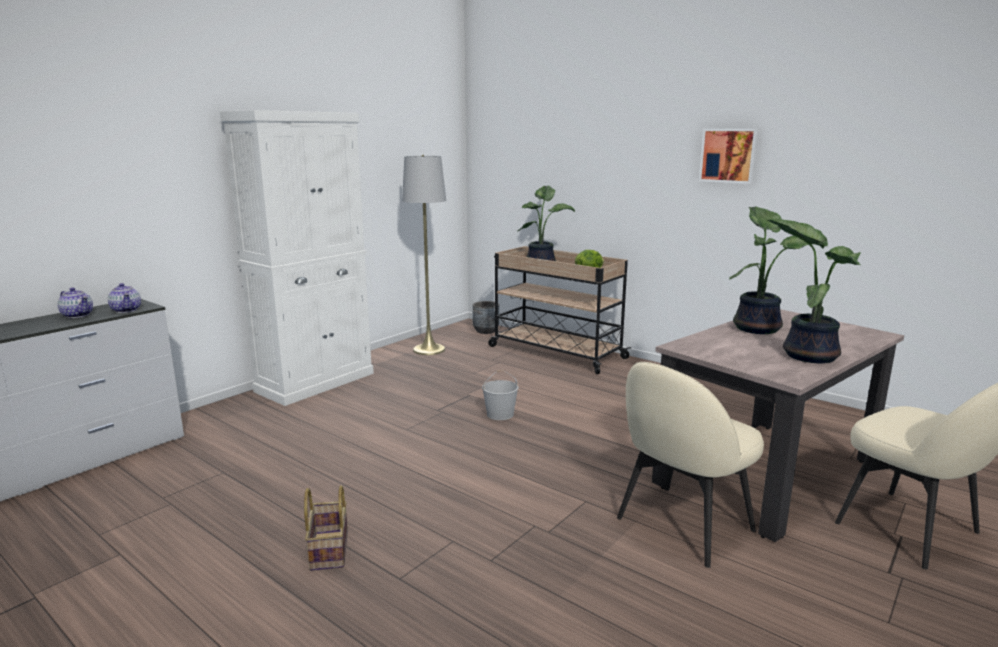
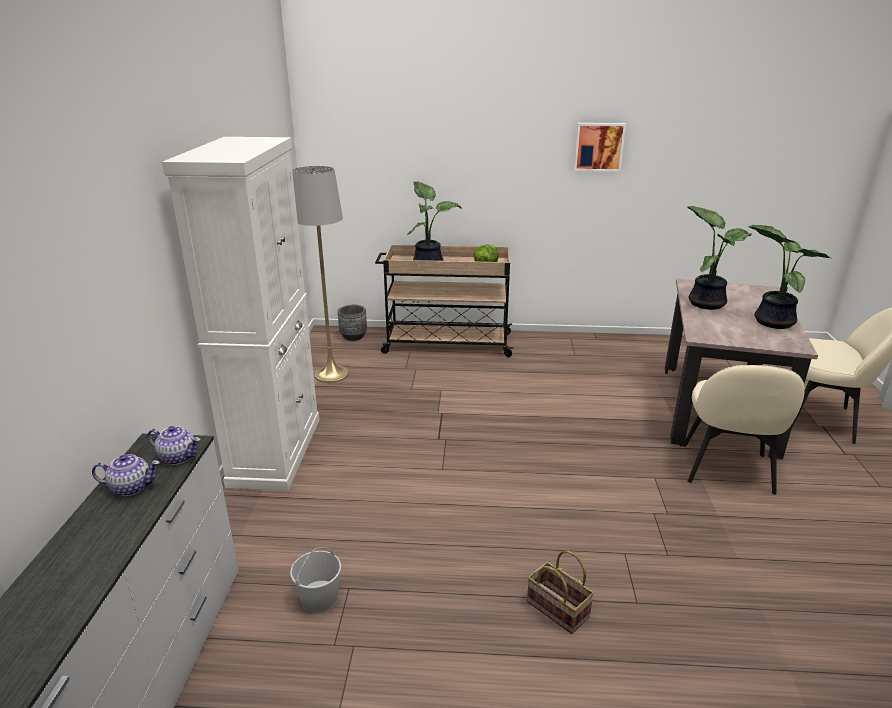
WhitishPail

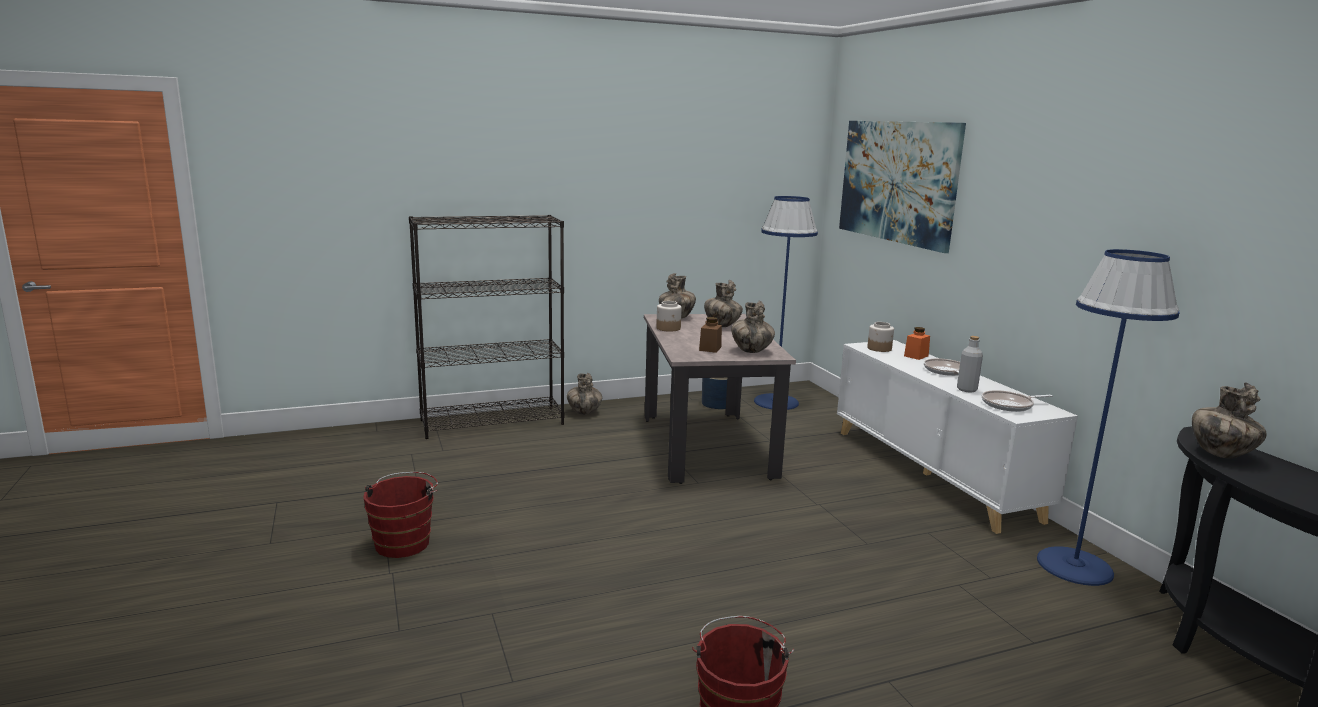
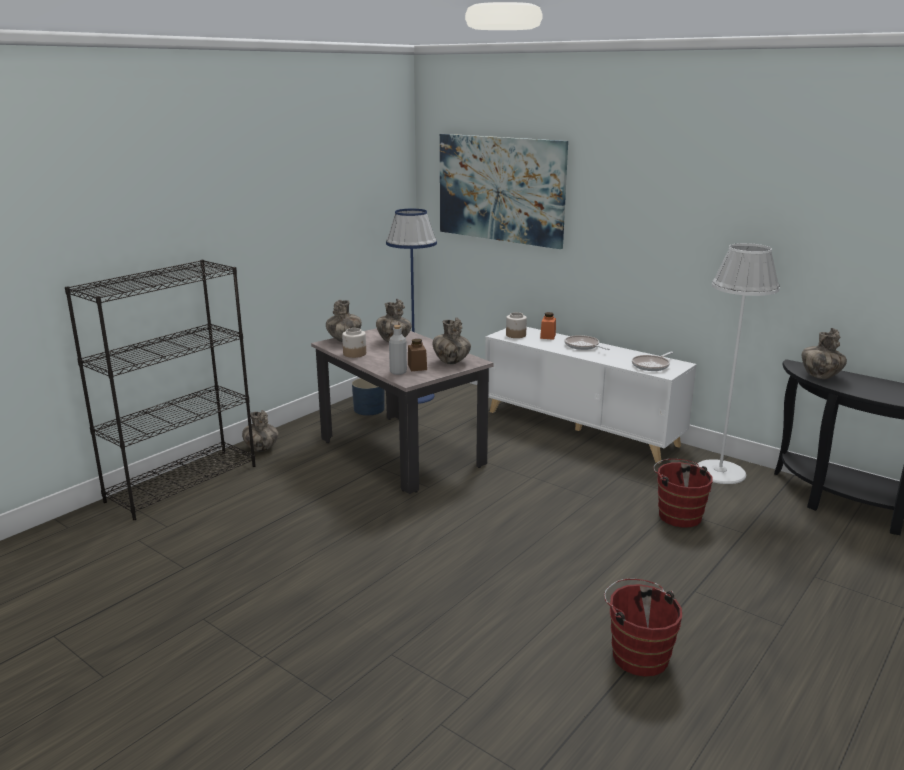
WhitishStandingLamp; GrayDrinkBottle; RedPail (2nd from left)

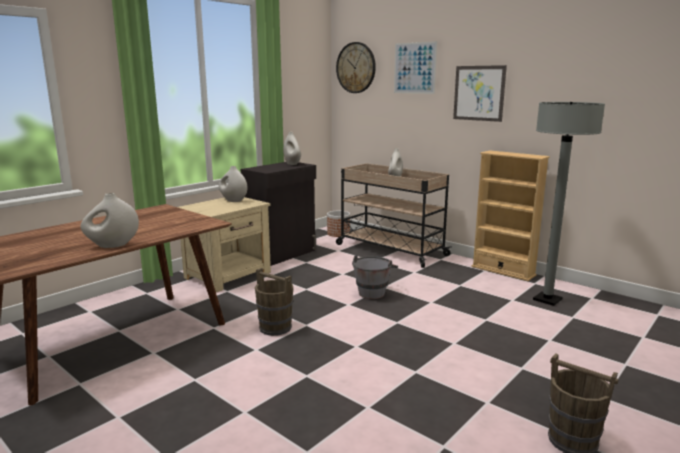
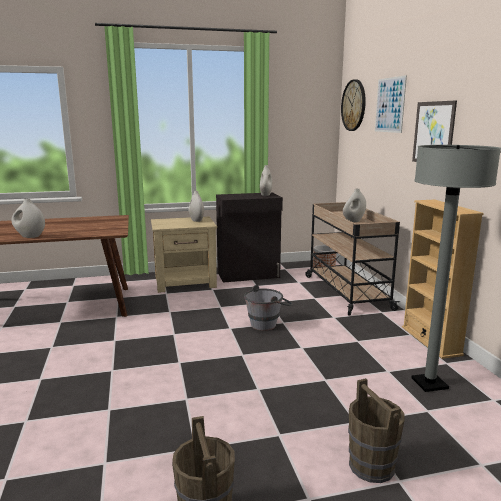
BrownishPail (2nd from left)

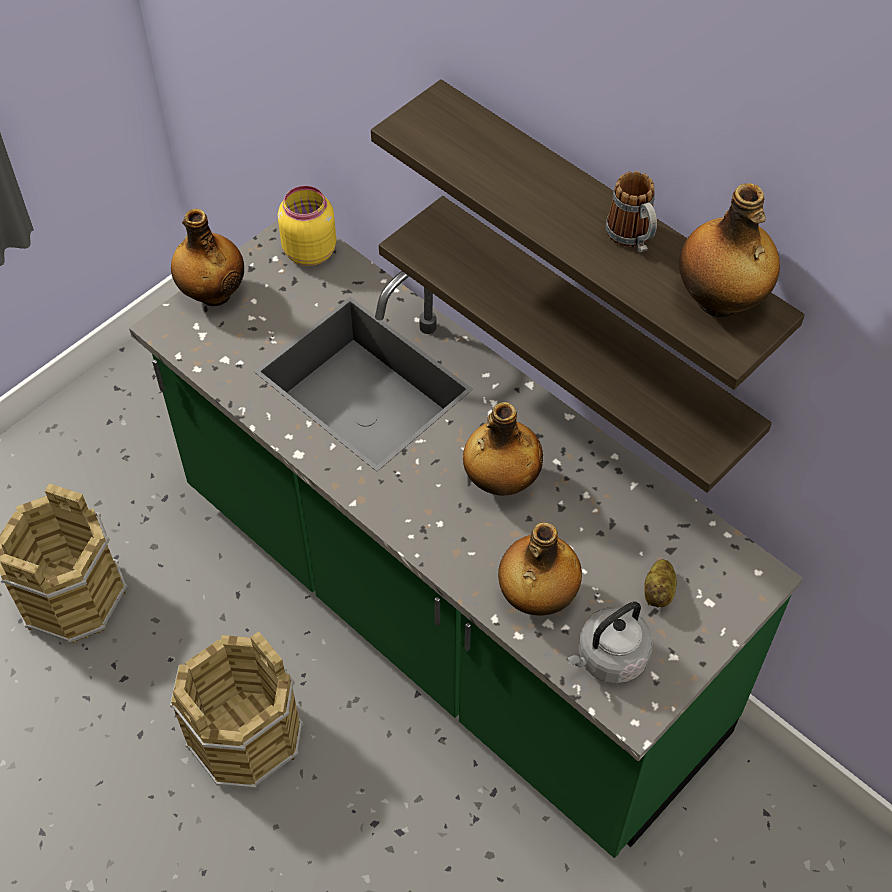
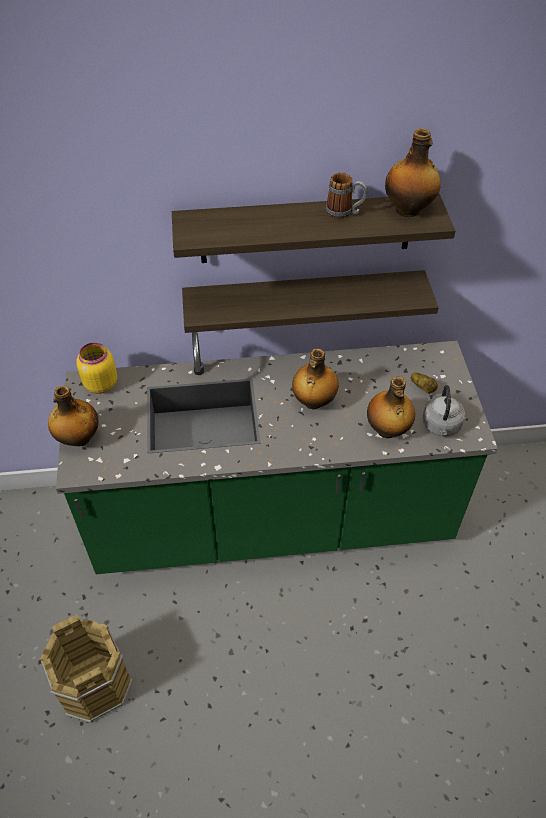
BrownishPail (2nd from left in the first image)

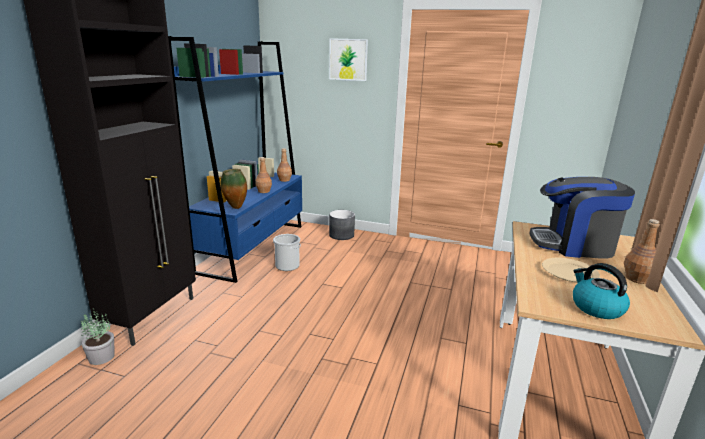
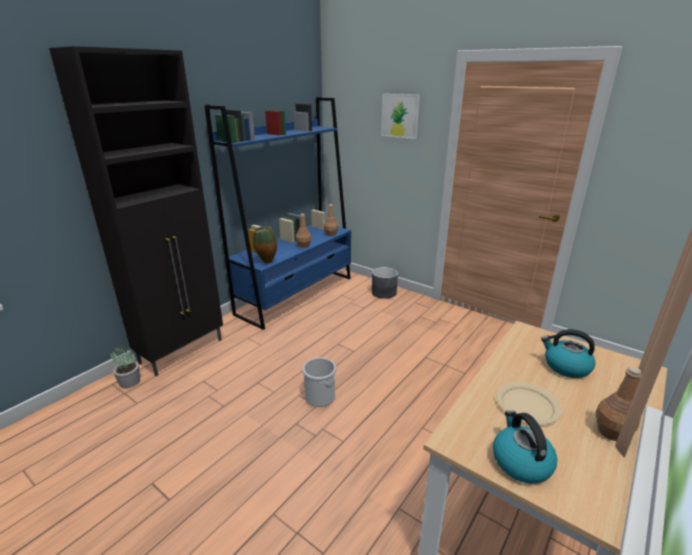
Kettle (2nd from left); Pail

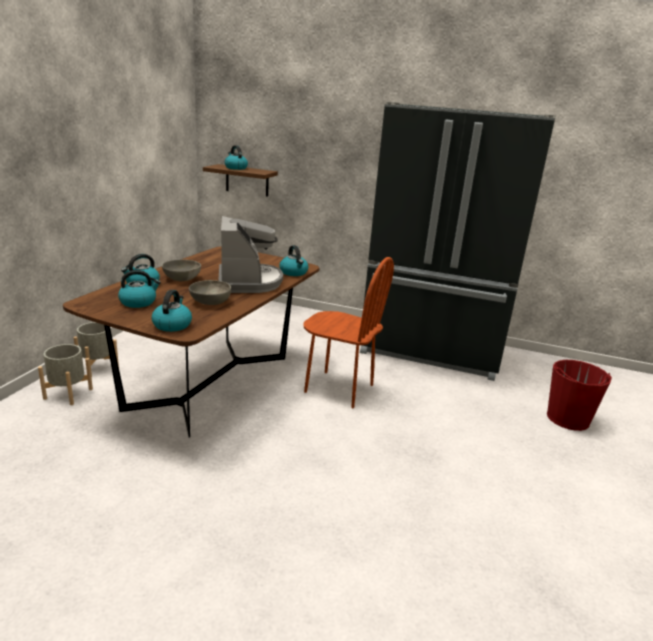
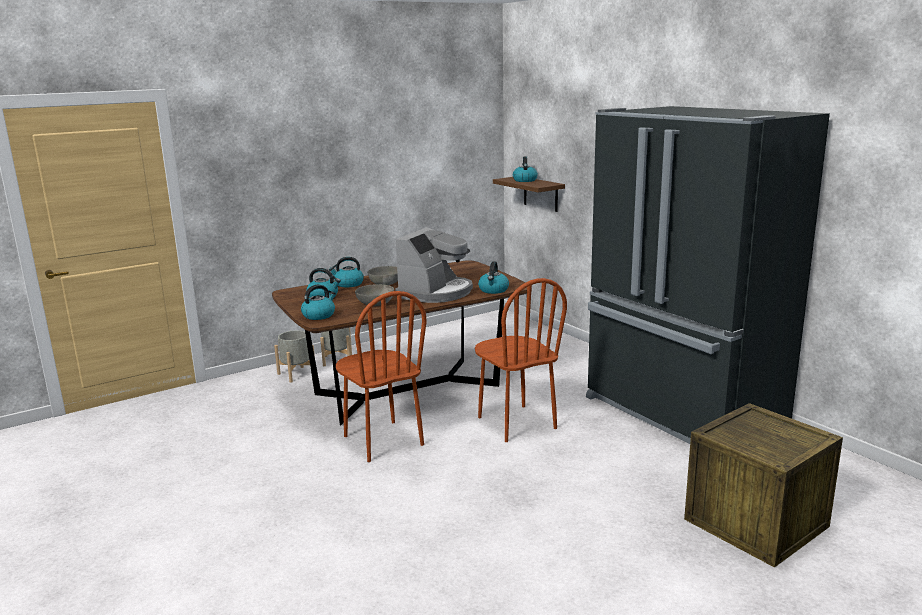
PackingCrate; BrownishPlainChair (1st from left)

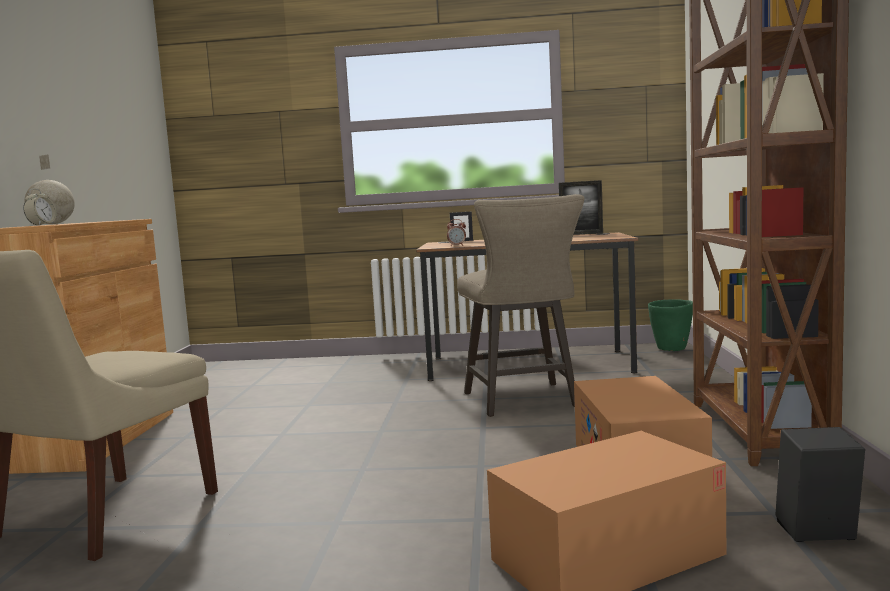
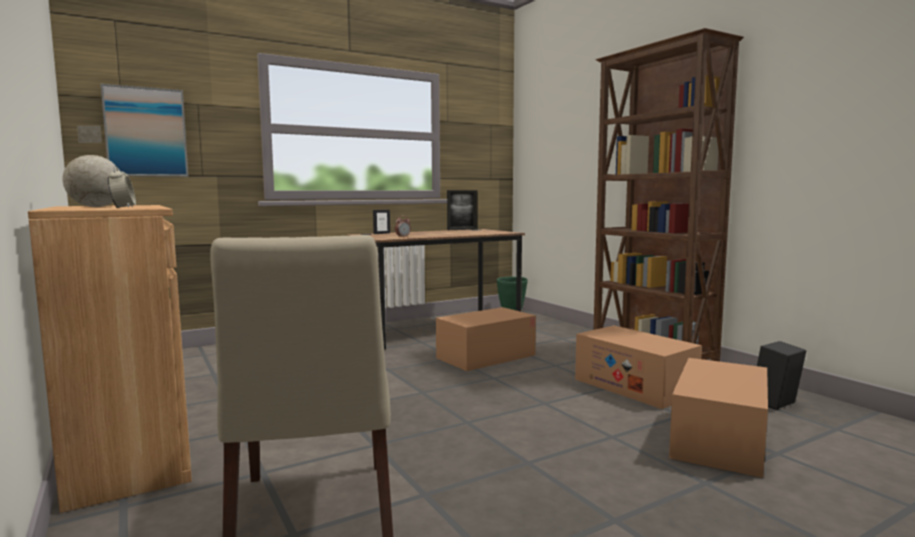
Carton (1st from left); WallArt

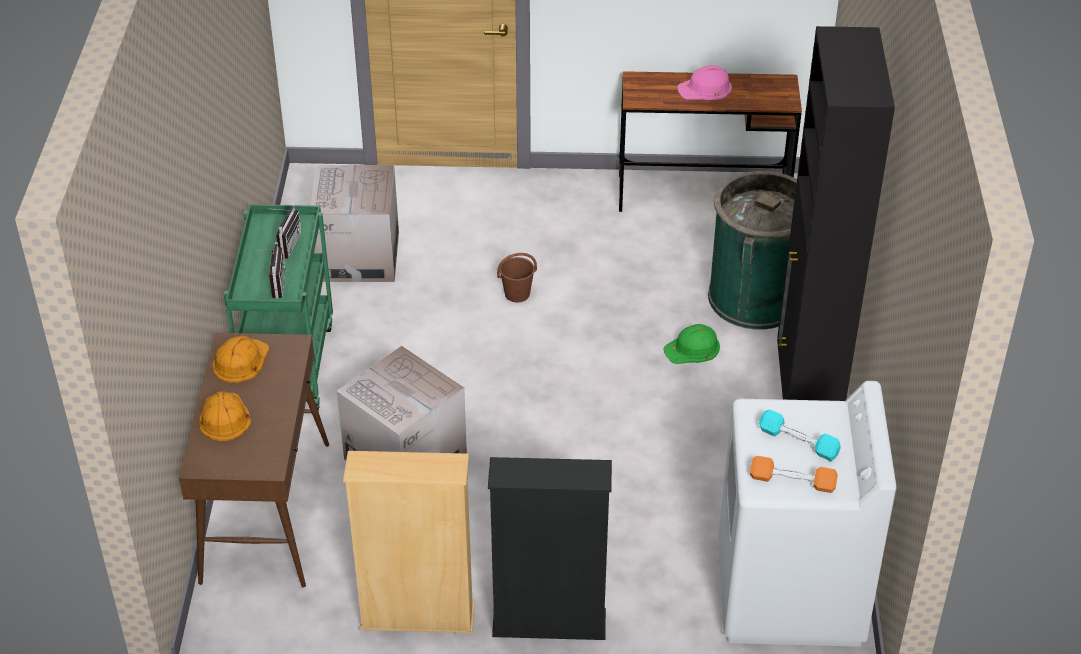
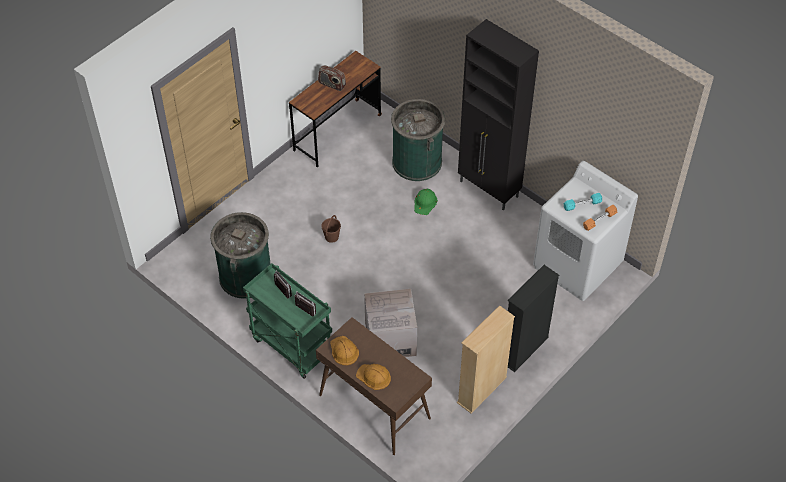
Radio (3rd from left); GreenWasteBin (1st from left)

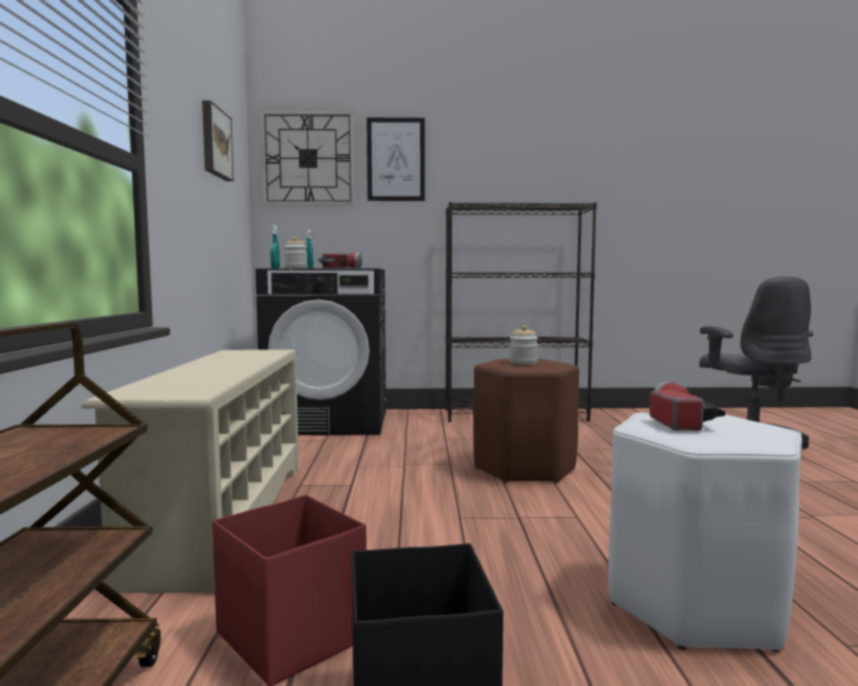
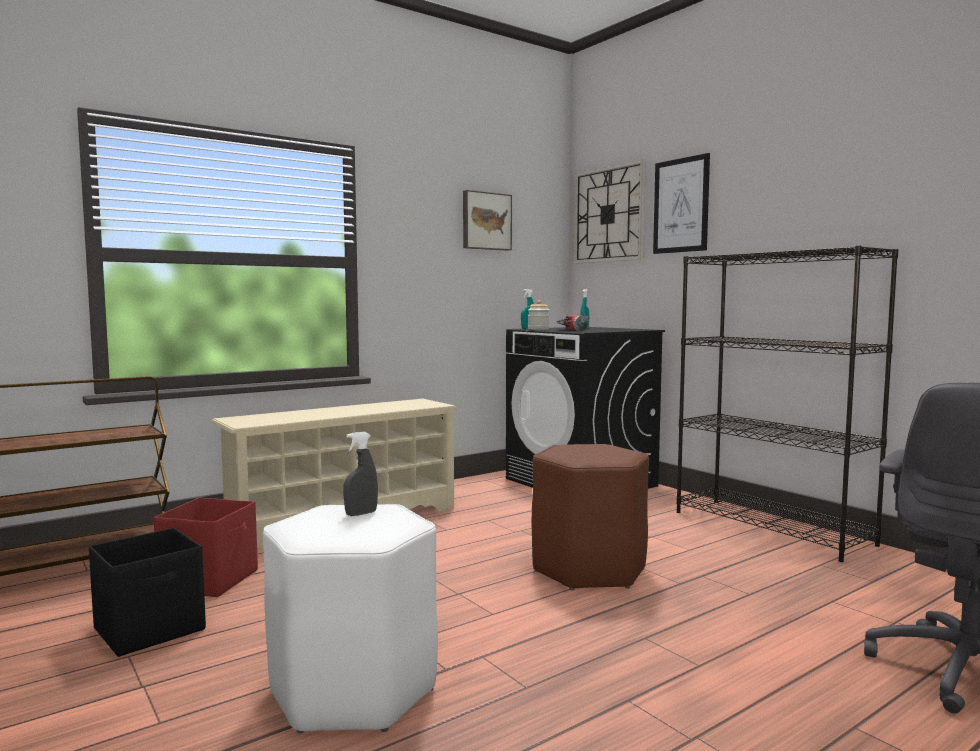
PreserveJar (2nd from left in the first image); GrayHandSprayer

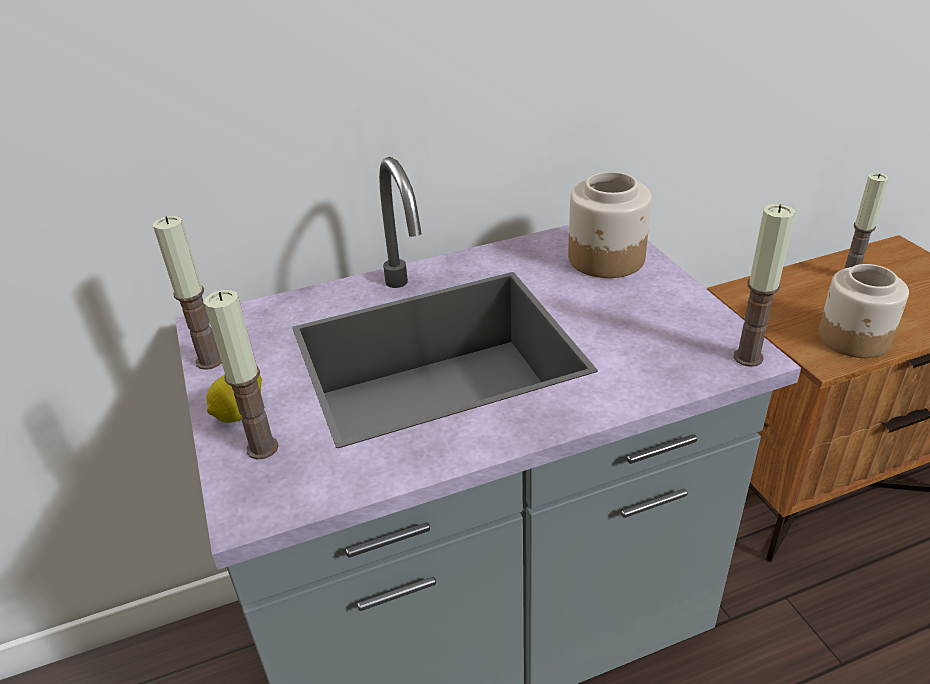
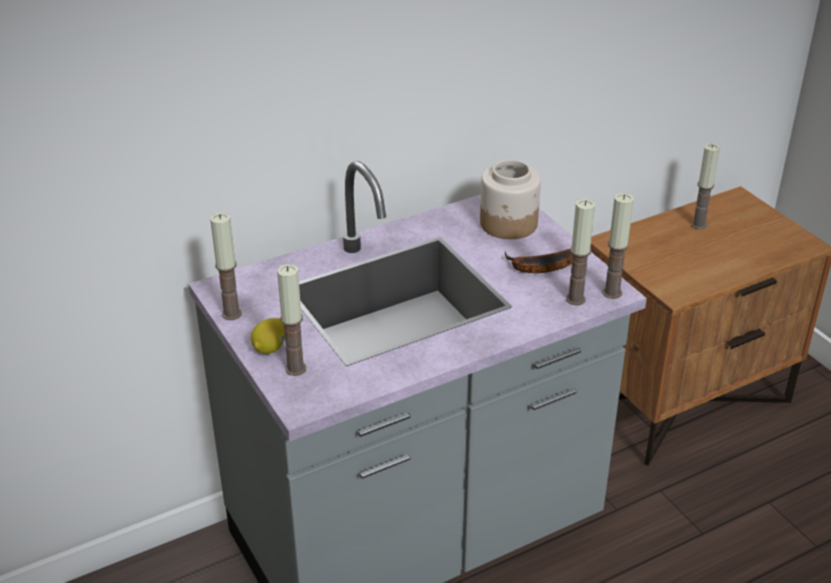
PreserveJar (2nd from left in the first image); WaxCandle (3rd from left); BananaFruit

